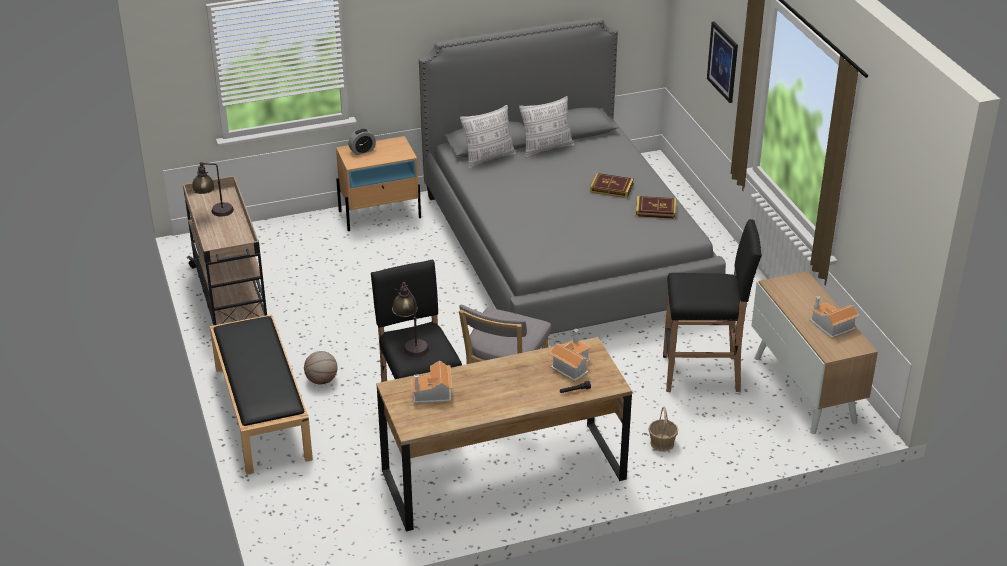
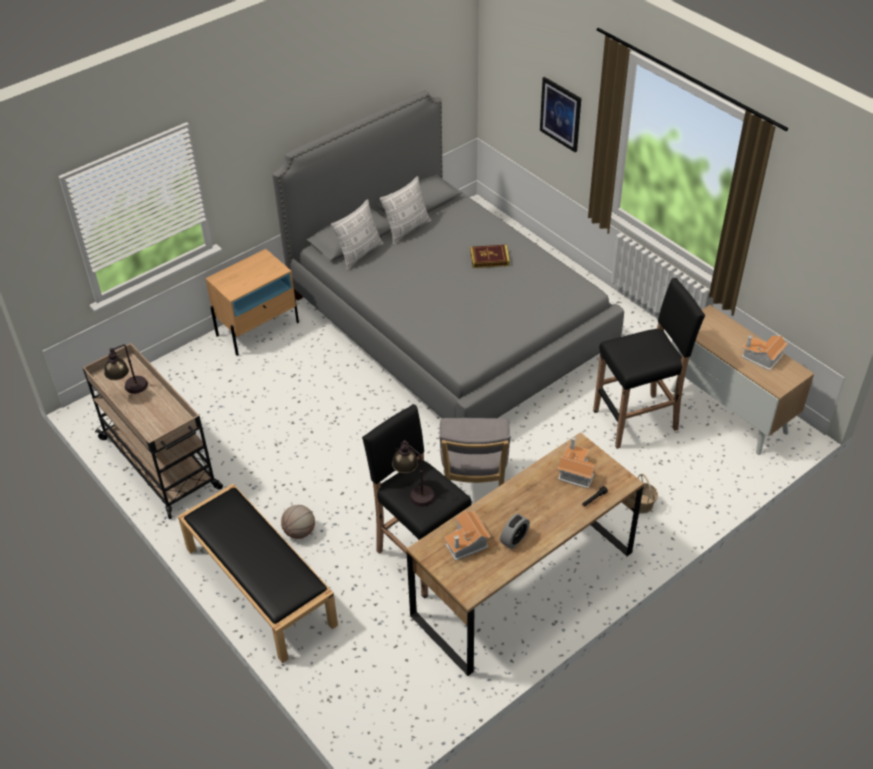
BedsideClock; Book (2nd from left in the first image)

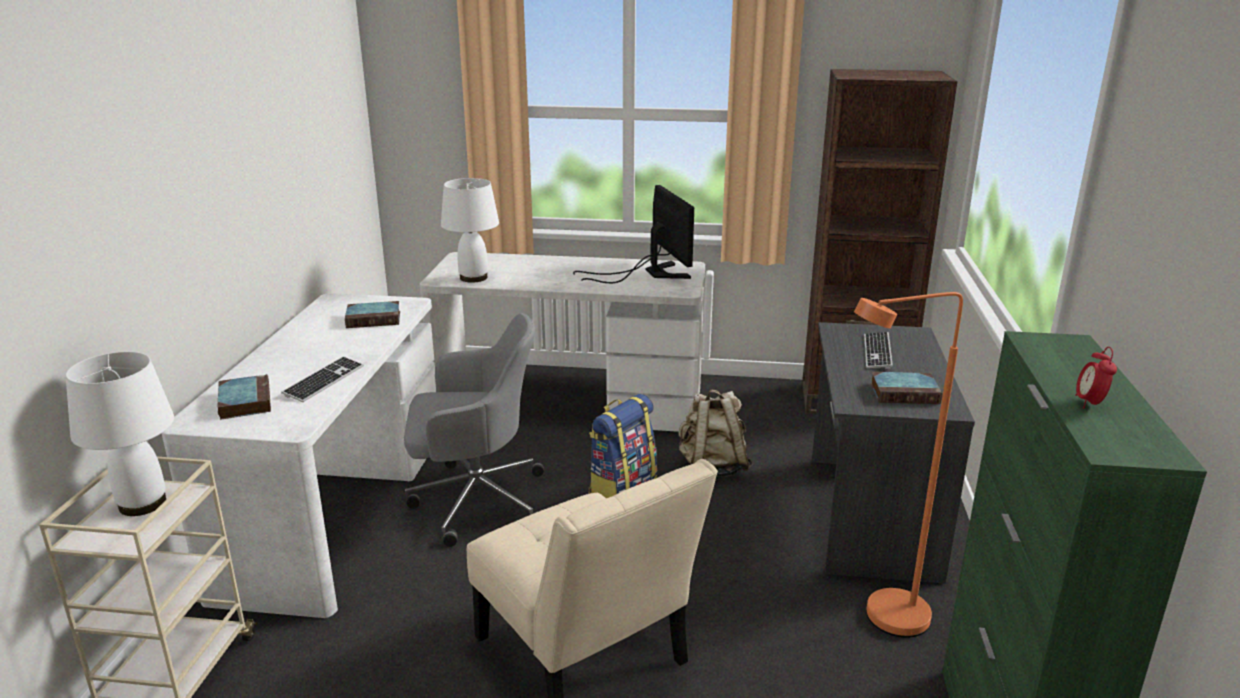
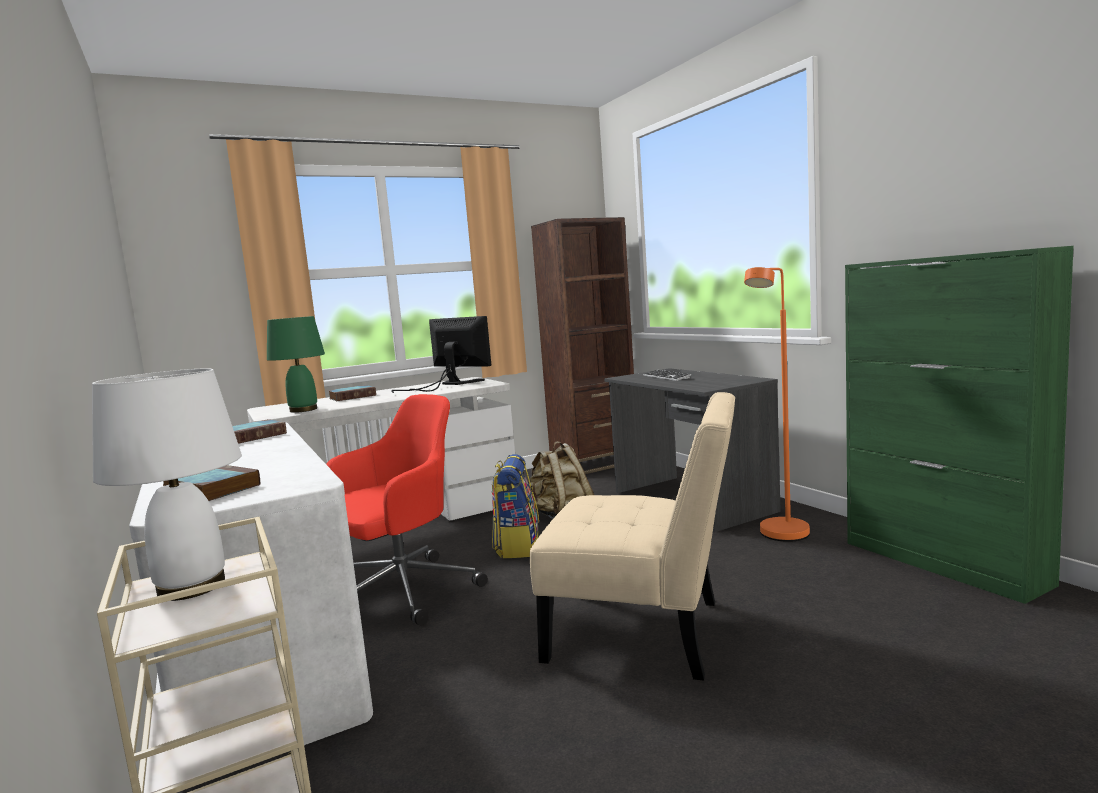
GreenTableLamp; RedDeskChair; BedsideClock; Keyboard (1st from left in the first image); Book (3rd from left)

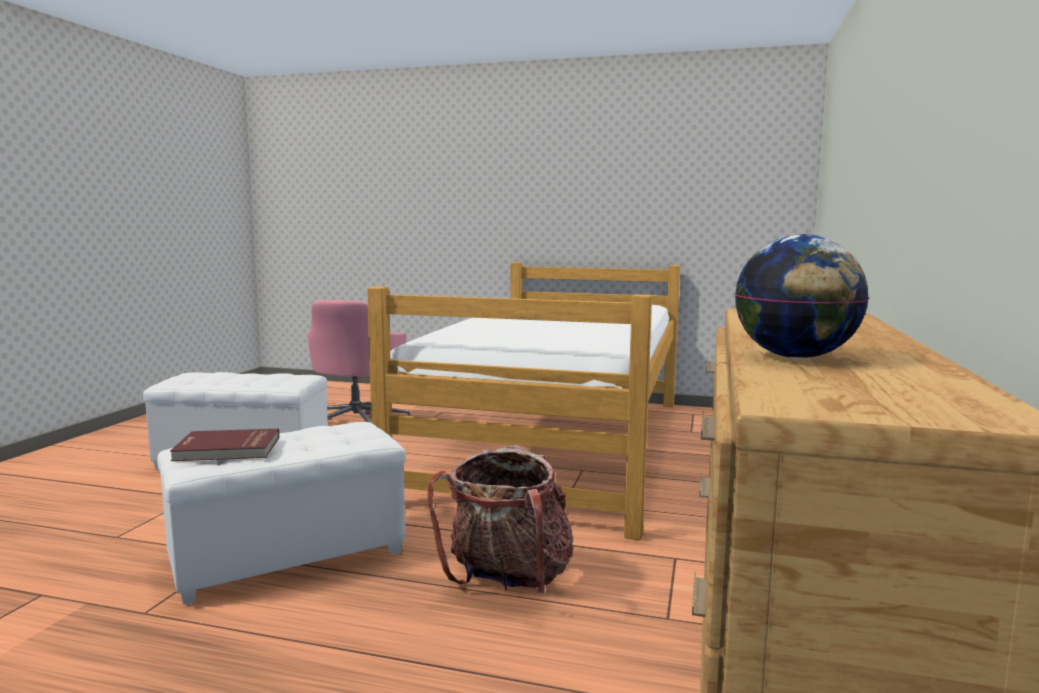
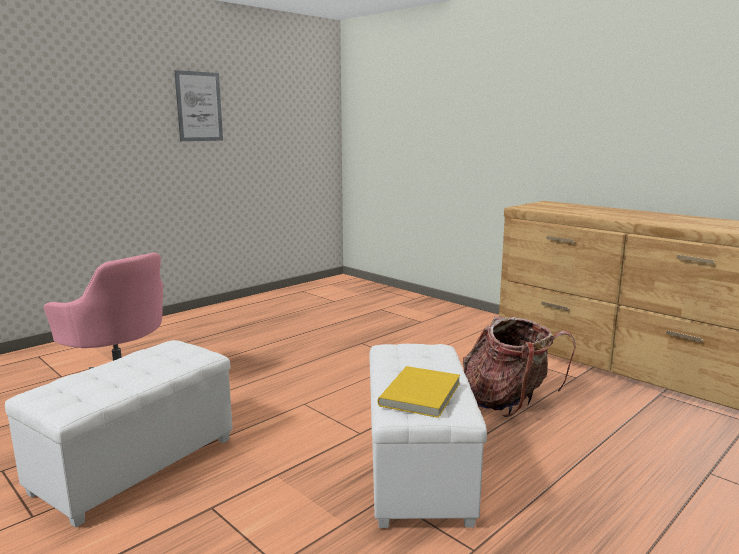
Globe; Bed; YellowishBook; WallArt

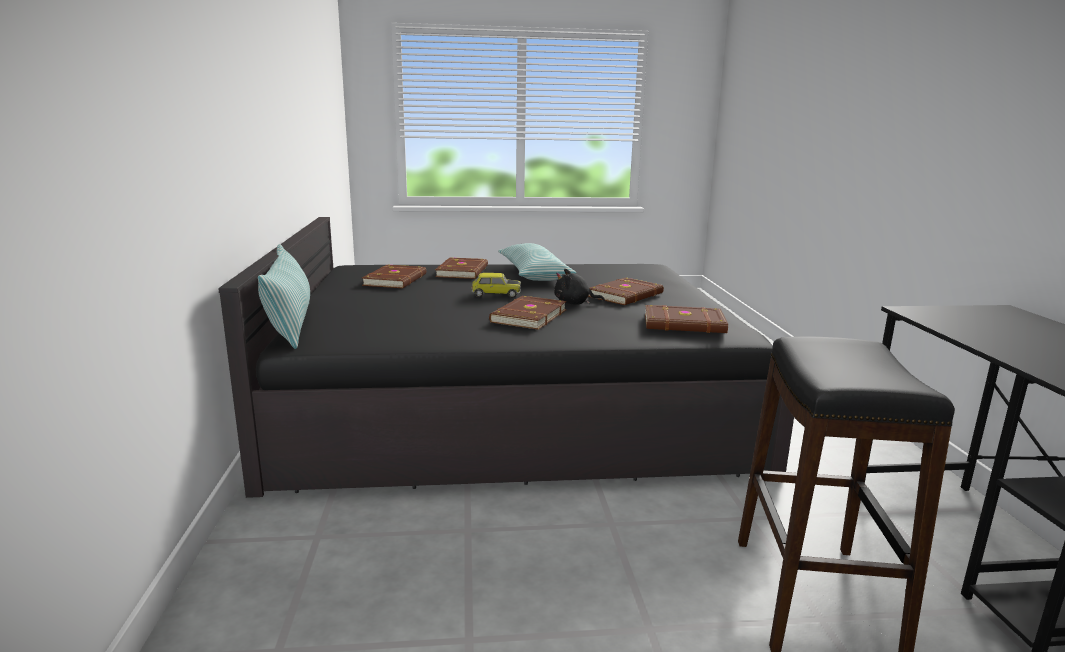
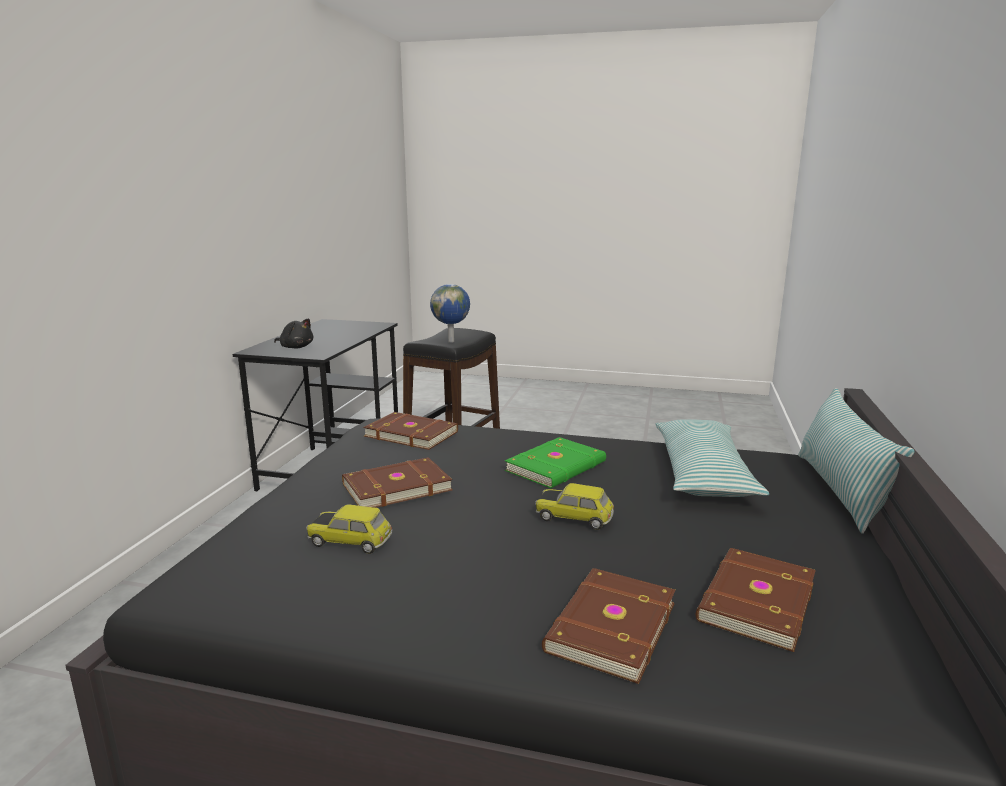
Pillow (1st from left); BlackishPlushToy; GreenBook; Globe; ModelCar (1st from left)

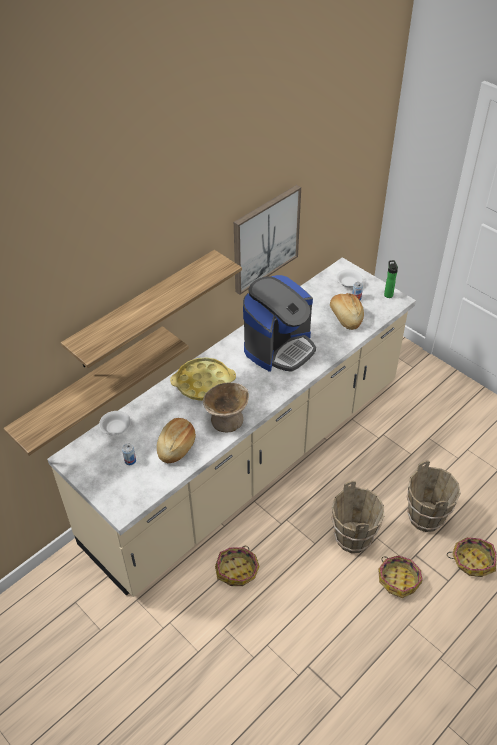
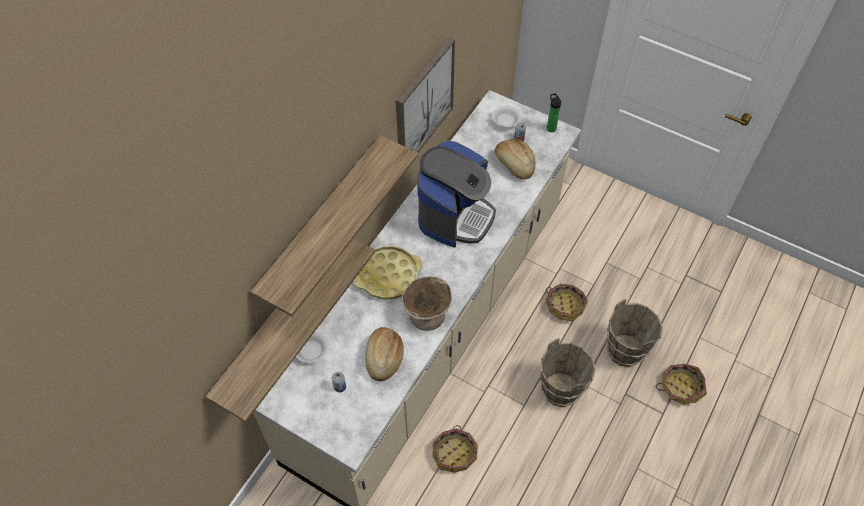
StorageBasket (2nd from left)

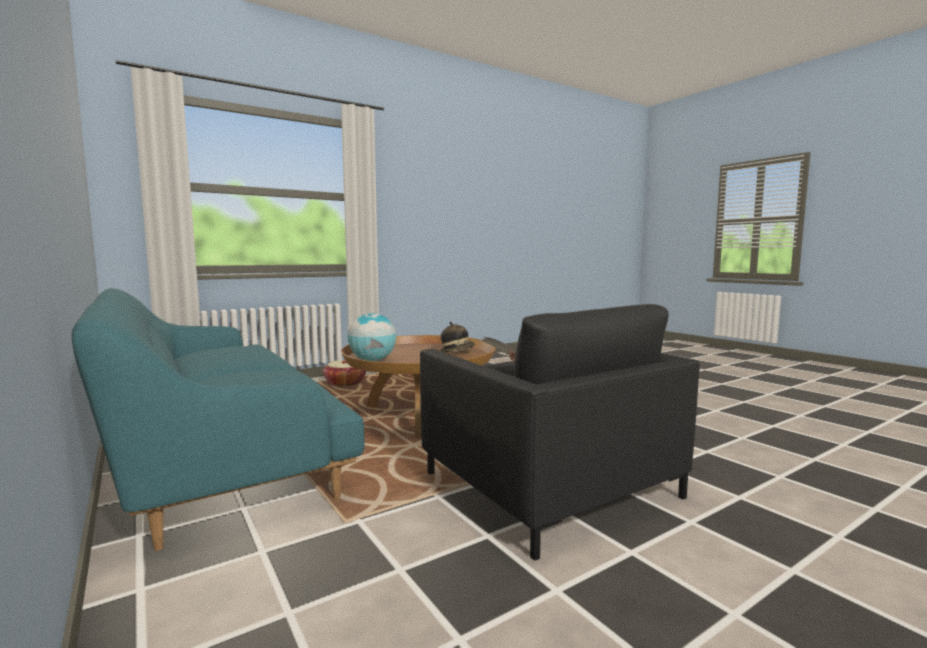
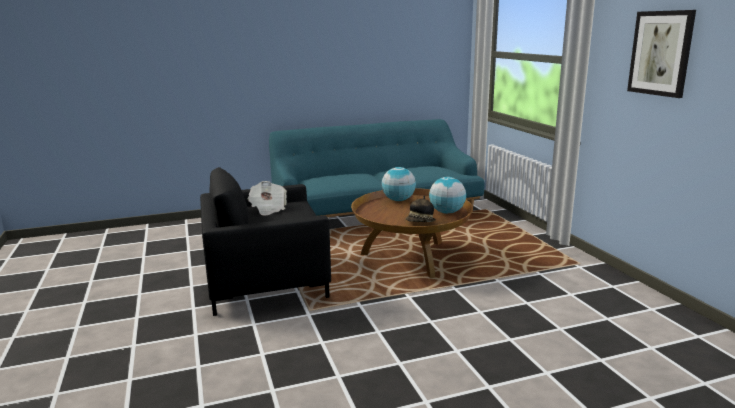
StorageBasket; WallArt; Globe (2nd from left)

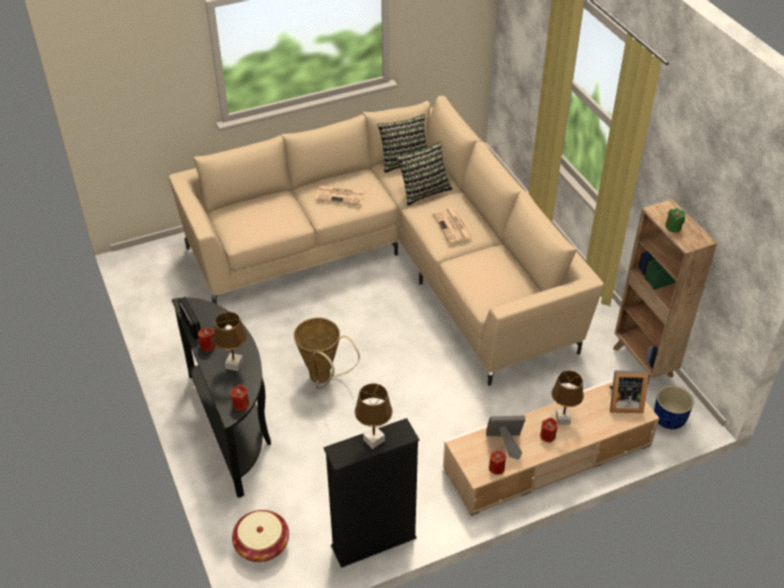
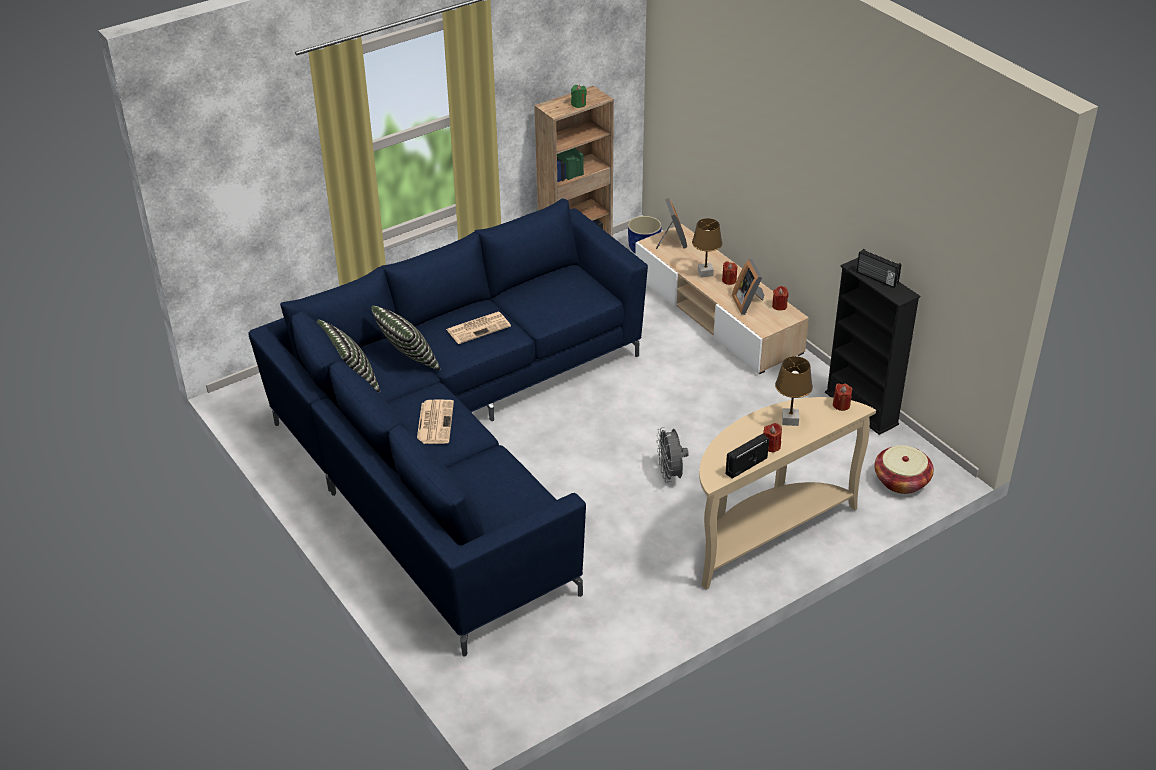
BluishSofa; SandColouredConsoleTable; GrayFan; Radio (2nd from left)

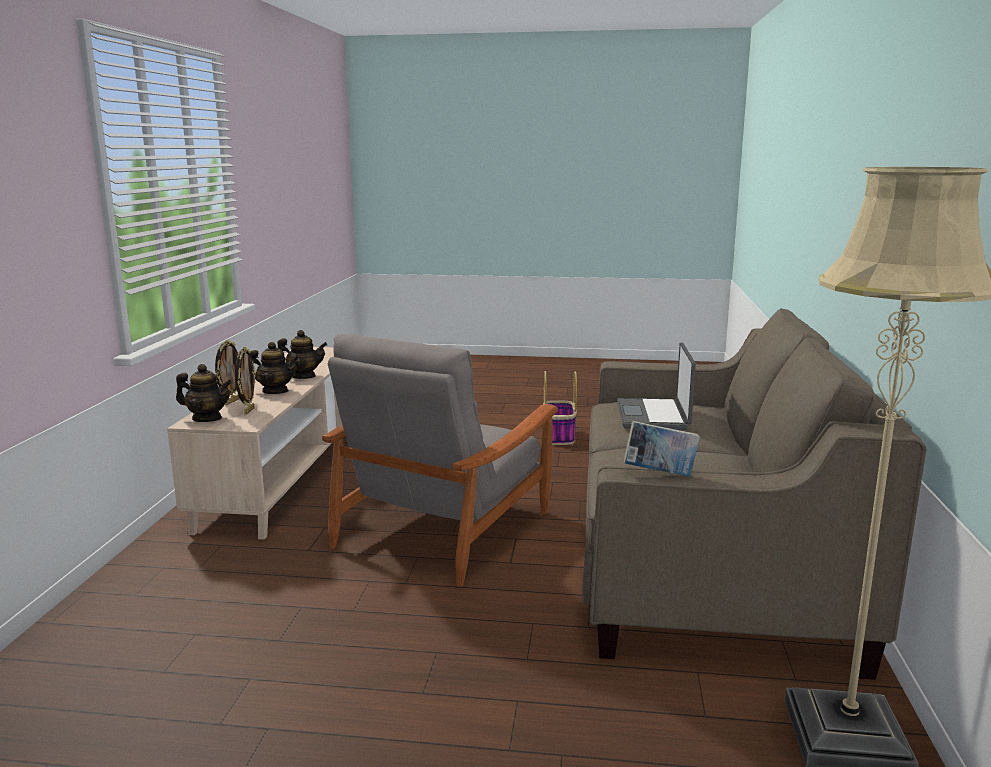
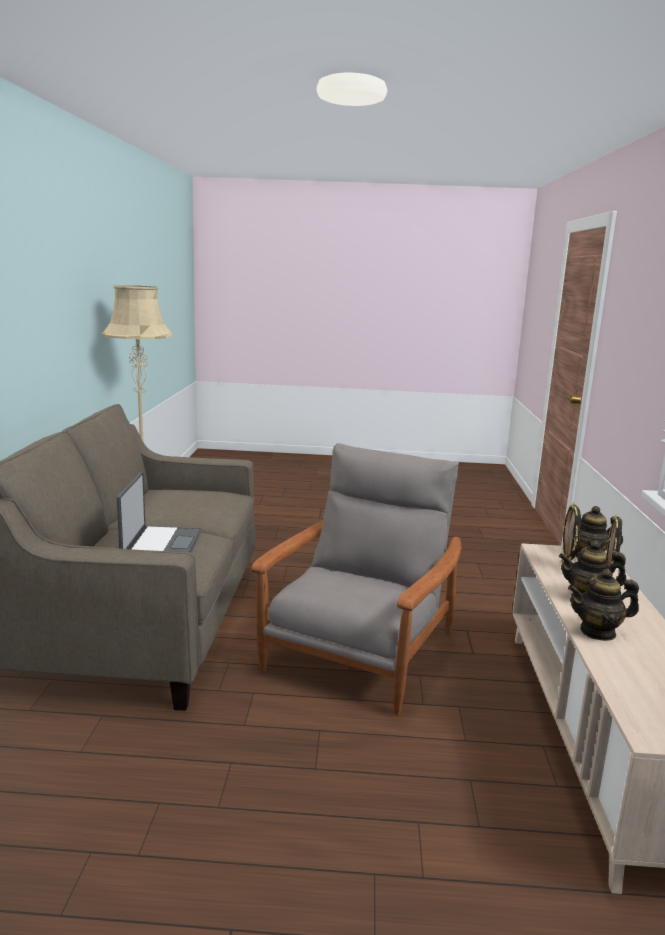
StorageBasket; Book

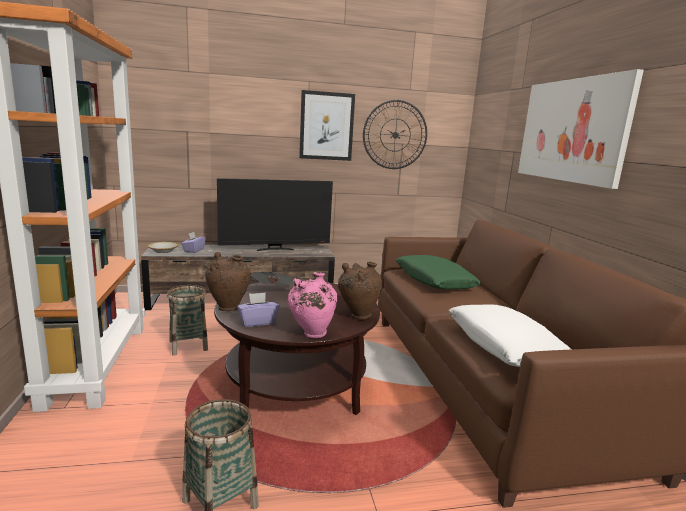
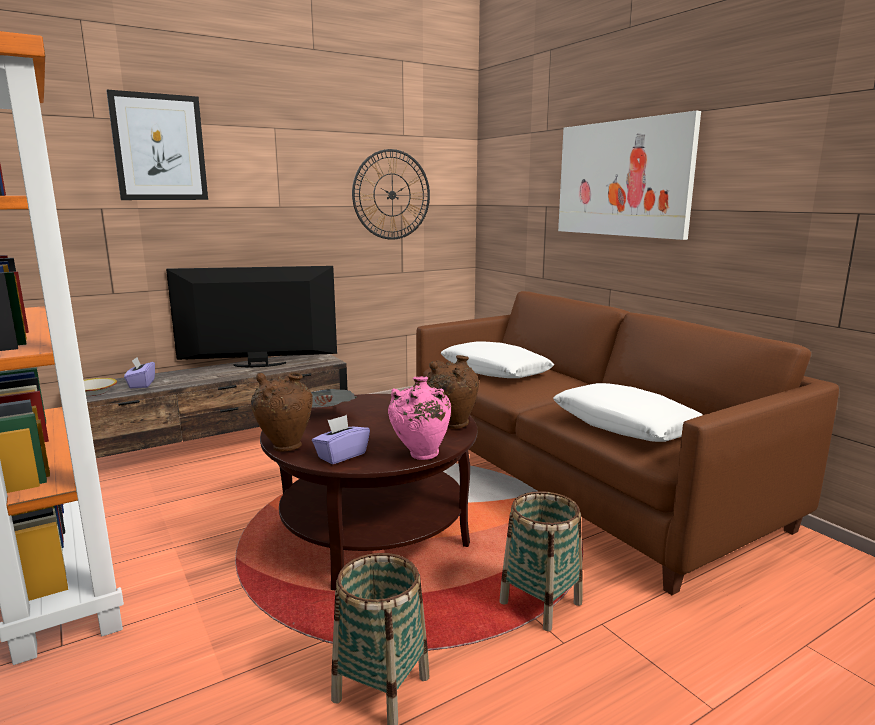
WallArt (1st from left); TvSet; WhitishPillow (1st from left); StorageBasket (2nd from left)

